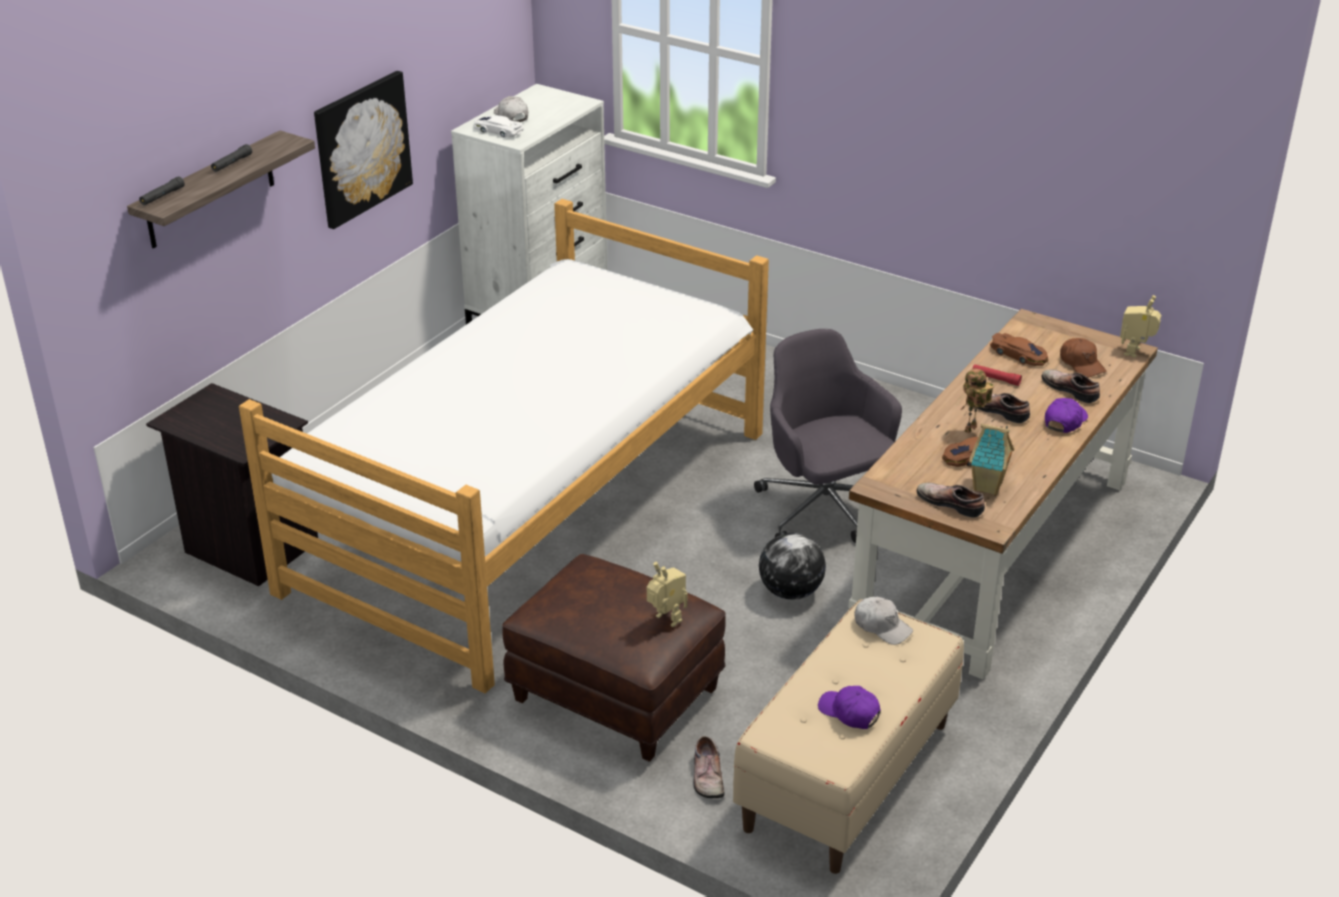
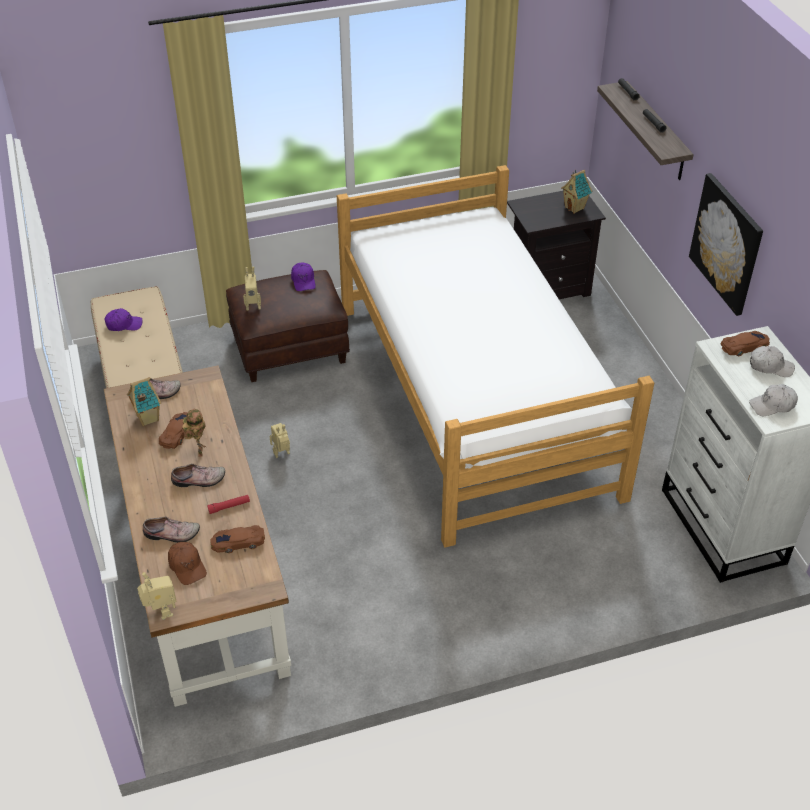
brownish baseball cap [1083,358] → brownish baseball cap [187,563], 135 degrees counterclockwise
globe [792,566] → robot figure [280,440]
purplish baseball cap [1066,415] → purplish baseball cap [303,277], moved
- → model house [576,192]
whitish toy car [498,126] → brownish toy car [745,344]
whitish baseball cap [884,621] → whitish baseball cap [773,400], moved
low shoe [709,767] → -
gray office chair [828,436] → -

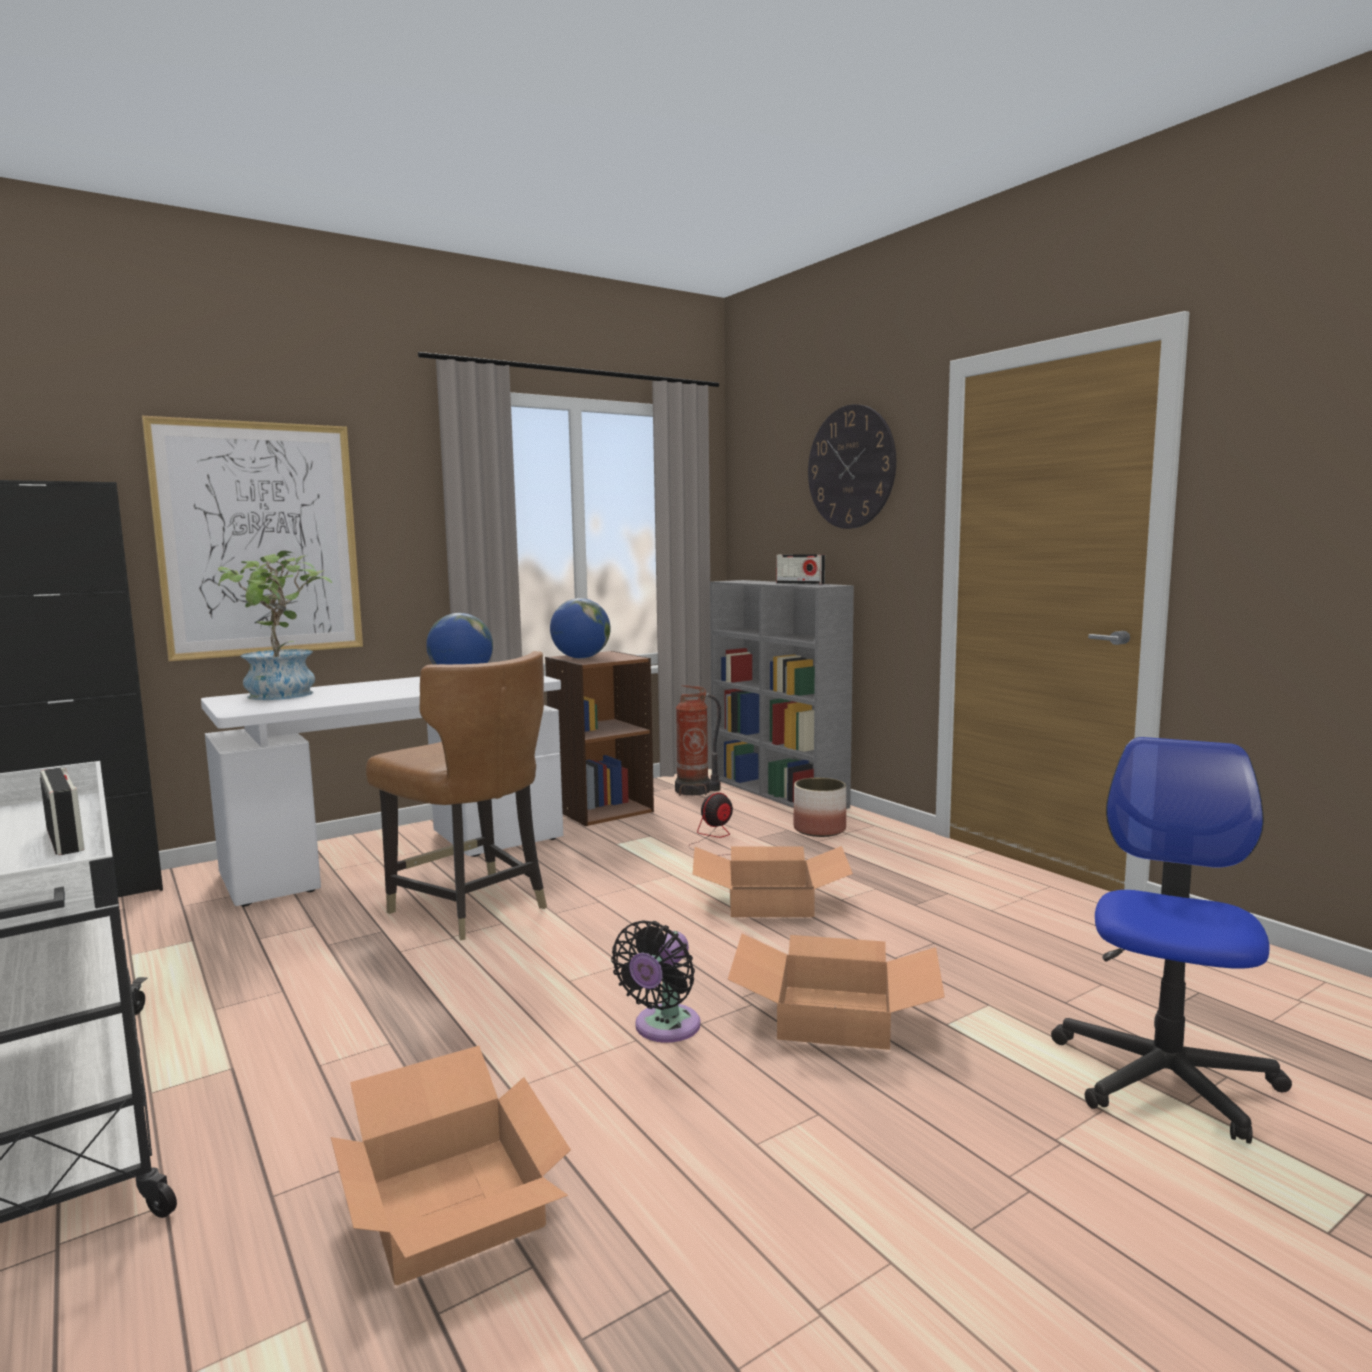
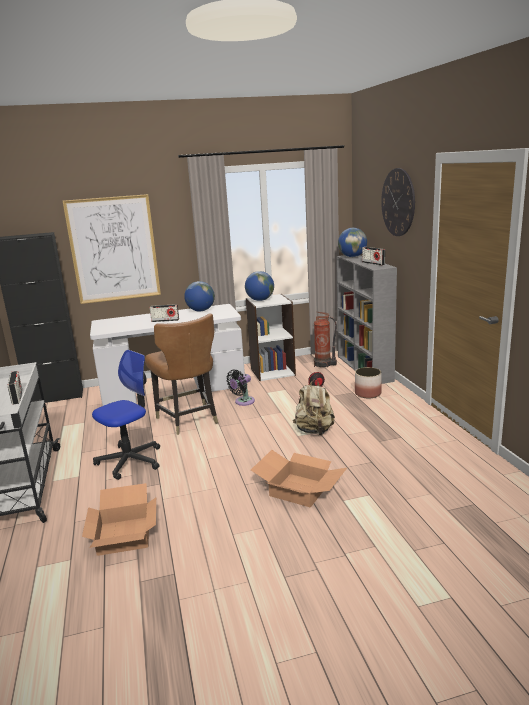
office chair [1171,940] → office chair [126,415], moved
- → radio [164,313]
blackish fan [656,981] → blackish fan [240,388], moved
brownish shelving unit [599,738] → whitish shelving unit [271,337]
carton [773,881] → beige-coloured knapsack [314,407]
- → globe [352,242]
houseplant [275,625] → -

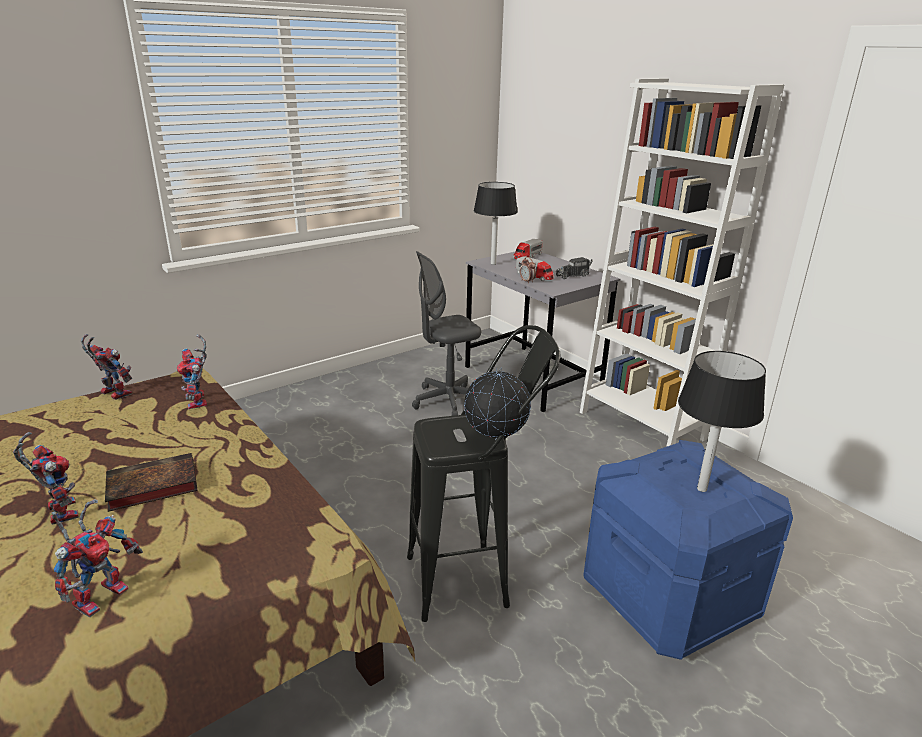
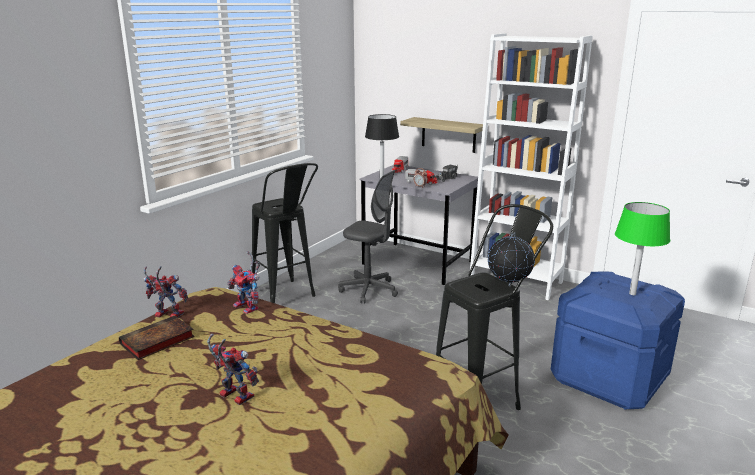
volume [151,482] → volume [157,337], moved
- → blackish sitting stool [284,233]
gray office chair [446,333] → gray office chair [368,237], 105 degrees counterclockwise
- → shelf [441,135]
blackish tabletop lamp [722,421] → green-coloured tabletop lamp [642,248]
robot figure [97,558] → -

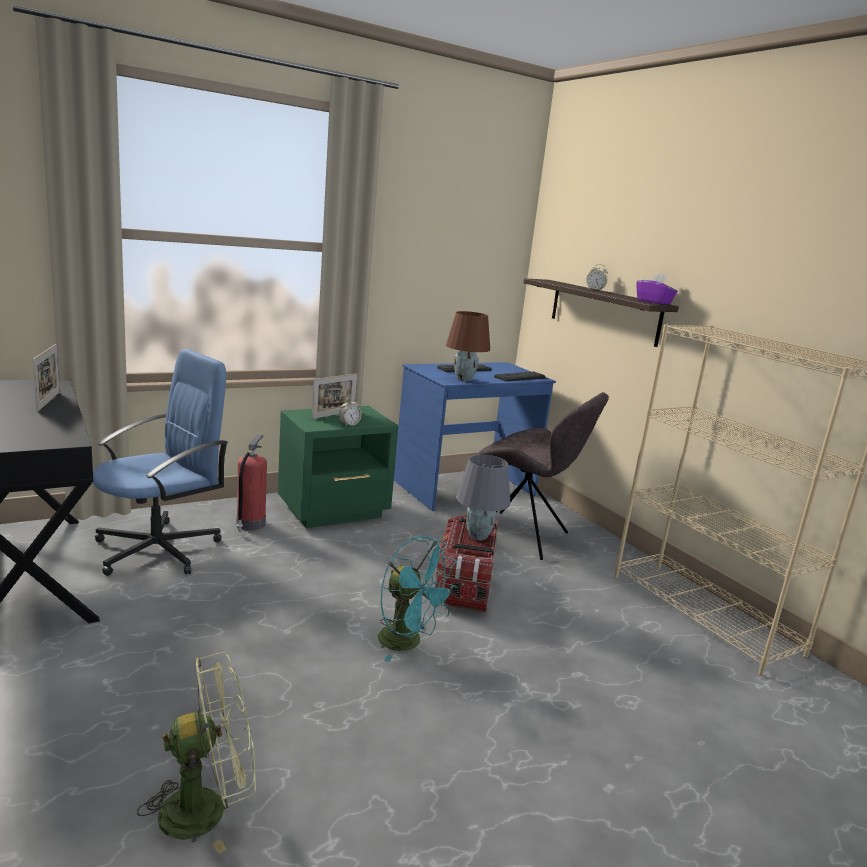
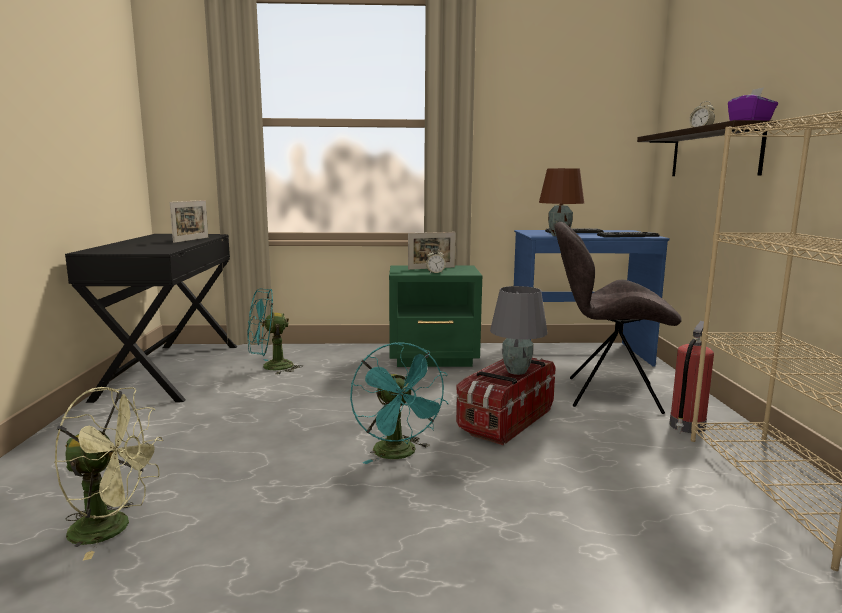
blue office chair [160,462] → blue-green fan [275,332]
gray chair [543,476] → gray chair [618,318], 135 degrees clockwise
fire extinguisher [251,483] → fire extinguisher [691,377], moved

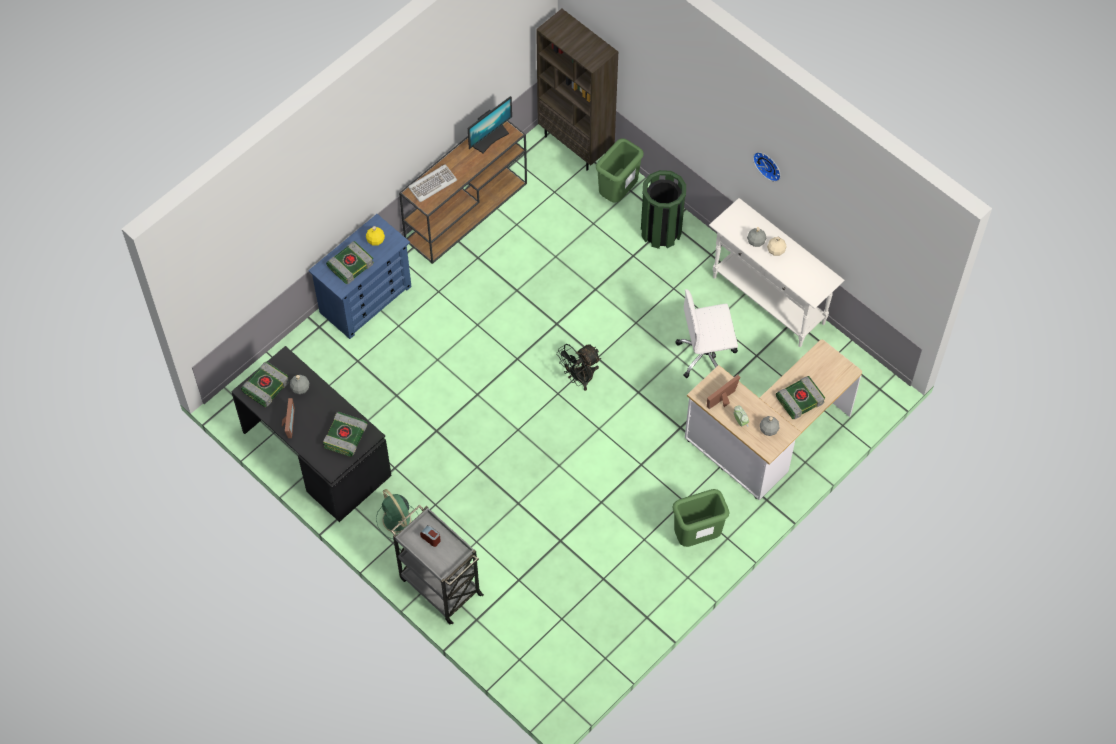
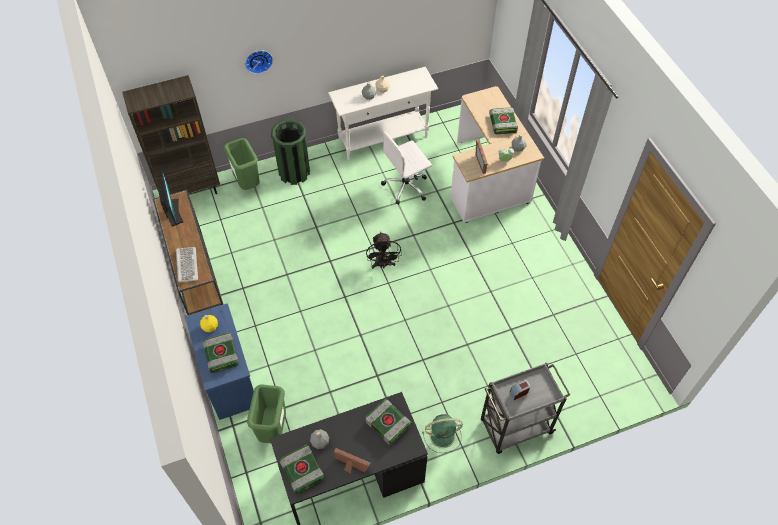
wall clock [767,167] → wall clock [259,62], moved
green-coloured rubbish bin [700,518] → green-coloured rubbish bin [266,414], moved
whitish office chair [707,333] → whitish office chair [406,168], 45 degrees clockwise

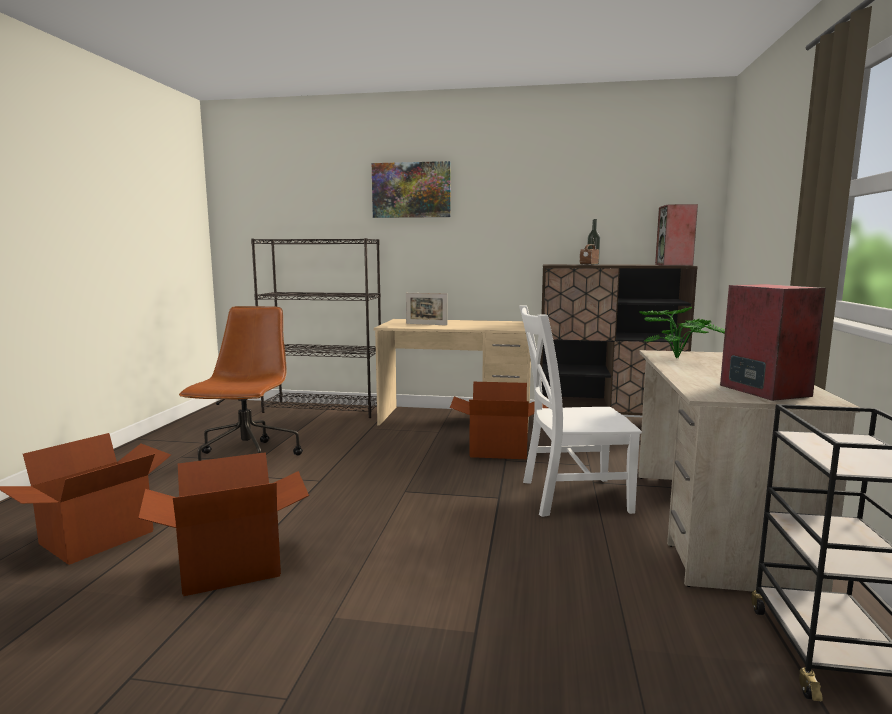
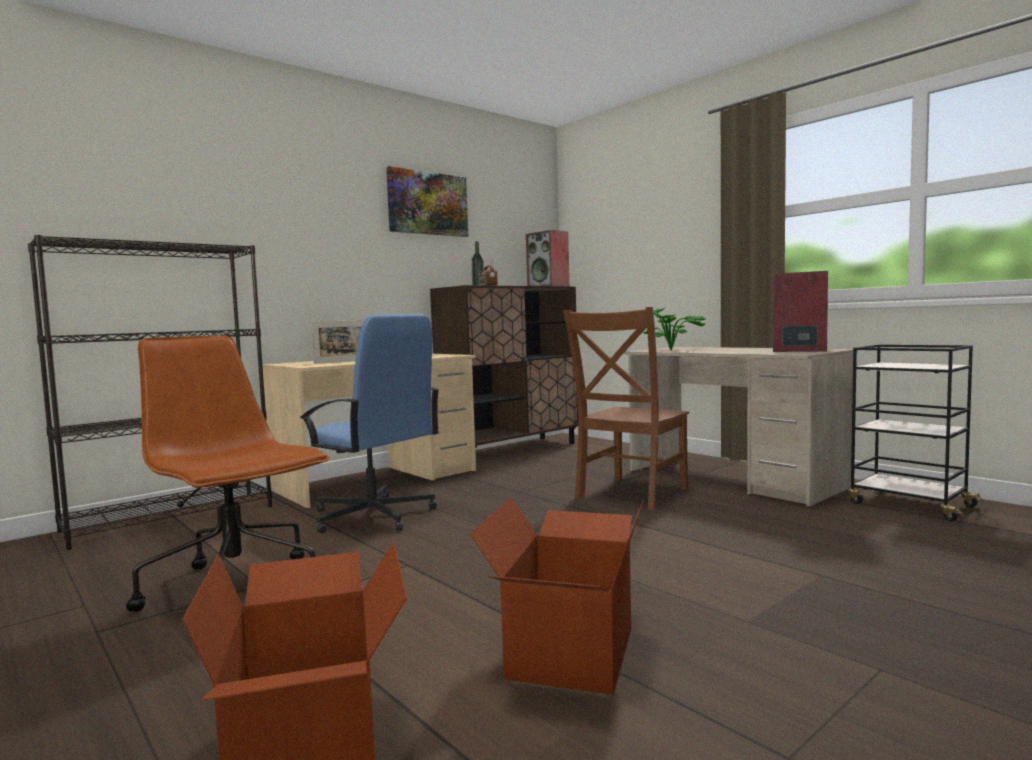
- → blue office chair [370,423]
wall picture [411,189] → wall picture [427,201], moved
whitish chair [580,411] → brownish chair [626,408]
carton [499,420] → -

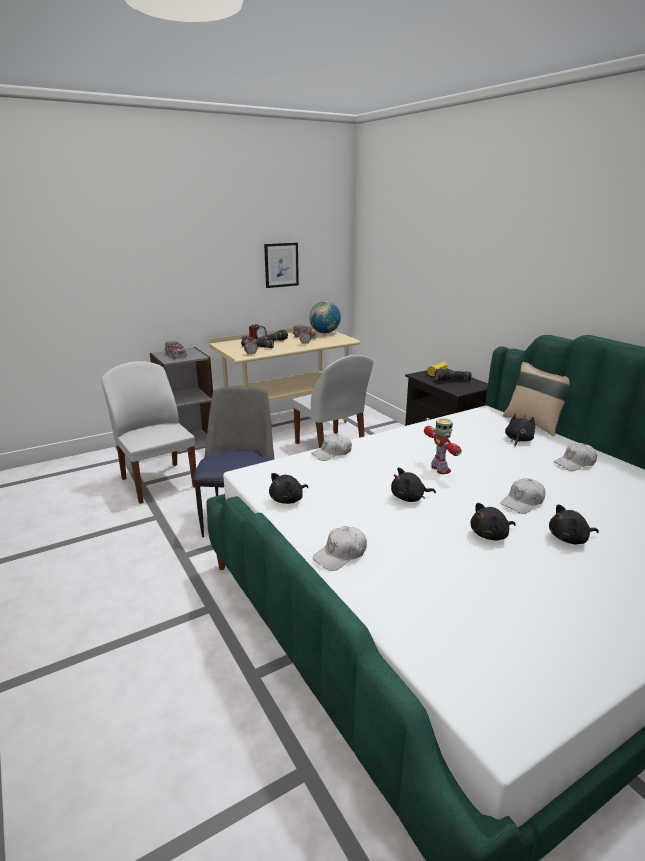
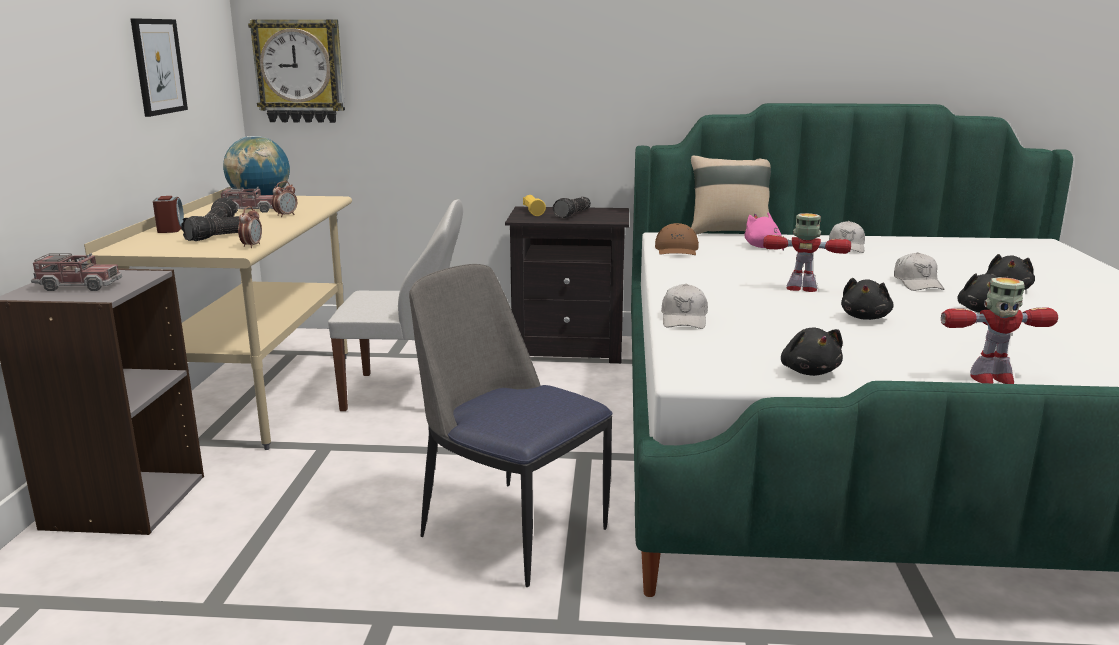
- → wall clock [296,71]
- → brownish baseball cap [677,239]
blackish soft toy [520,430] → pink-coloured soft toy [764,231]
whitish baseball cap [340,548] → robot figure [999,330]
whitish chair [148,432] → -

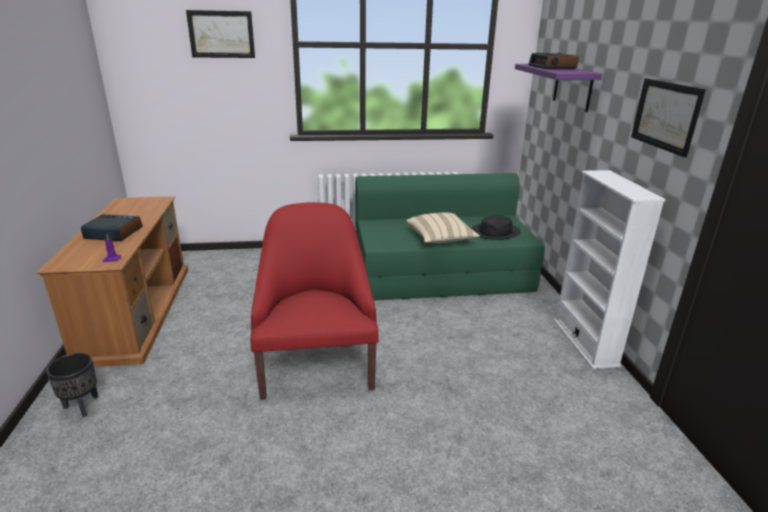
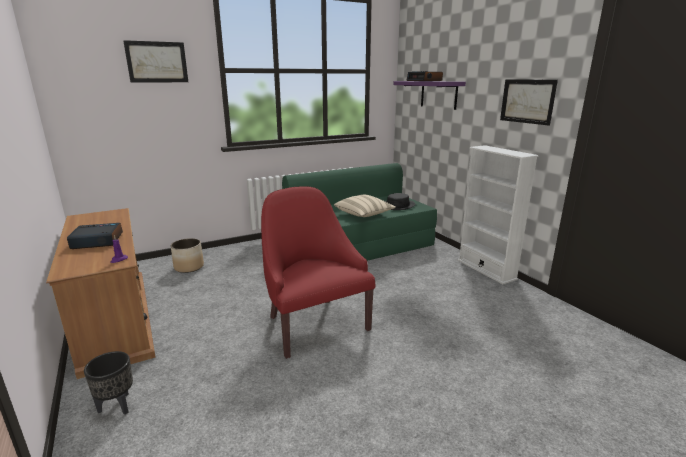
- → plant pot [187,255]

